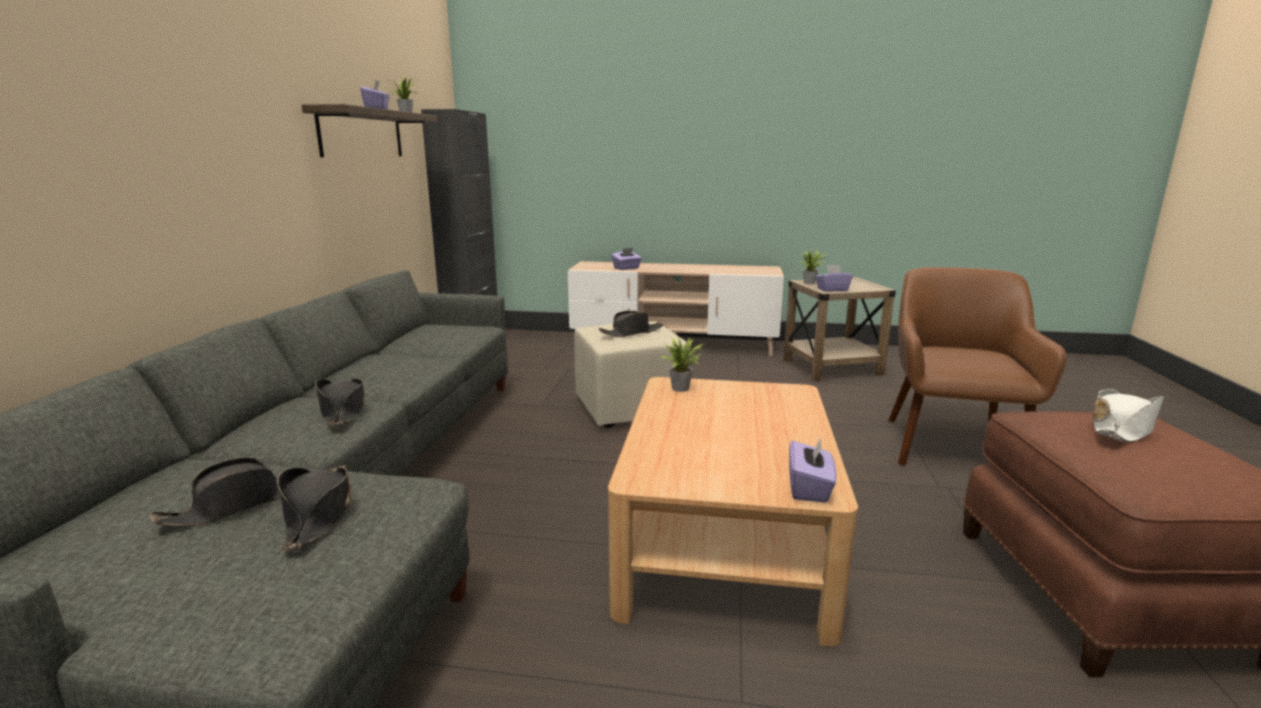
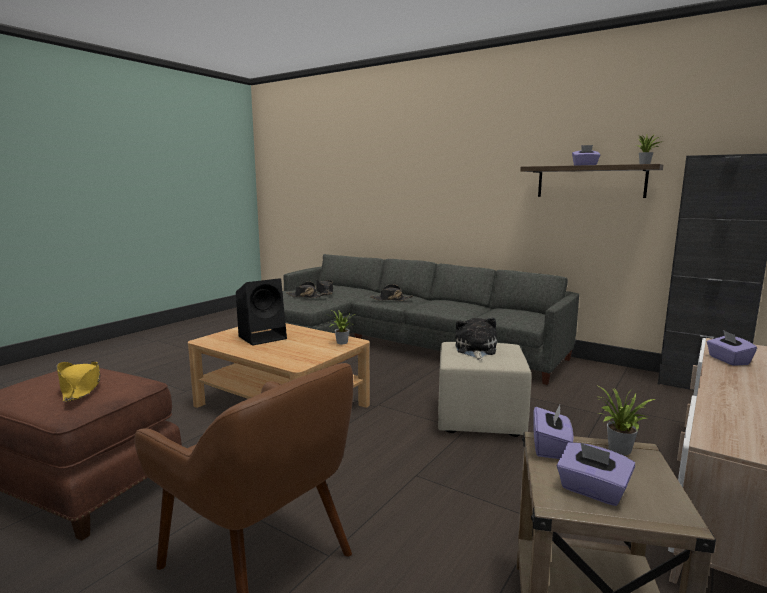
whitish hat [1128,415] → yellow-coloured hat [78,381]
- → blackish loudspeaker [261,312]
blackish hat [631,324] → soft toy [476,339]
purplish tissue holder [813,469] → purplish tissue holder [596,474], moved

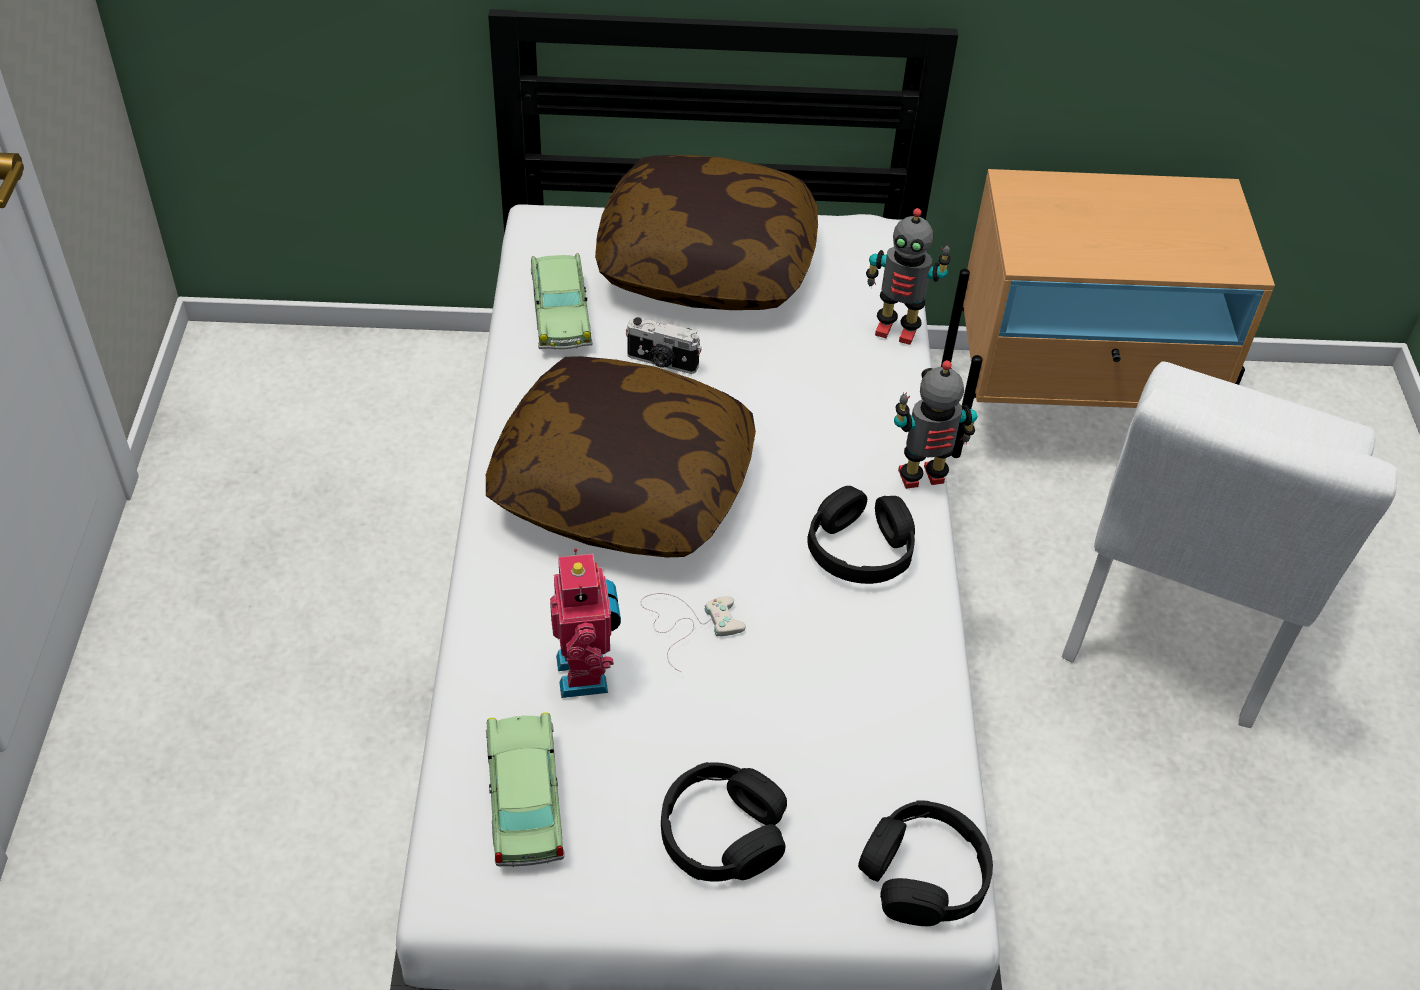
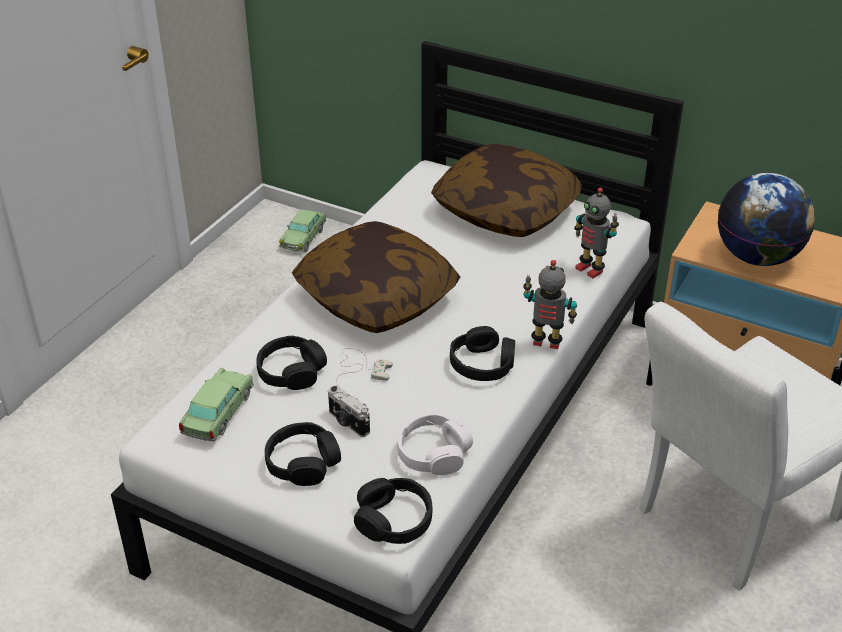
robot figure [585,623] → blackish pair of headphones [291,363]
toy car [562,301] → toy car [302,230], moved
photo camera [664,345] → photo camera [349,411], moved
- → whitish pair of headphones [435,444]
- → globe [766,219]

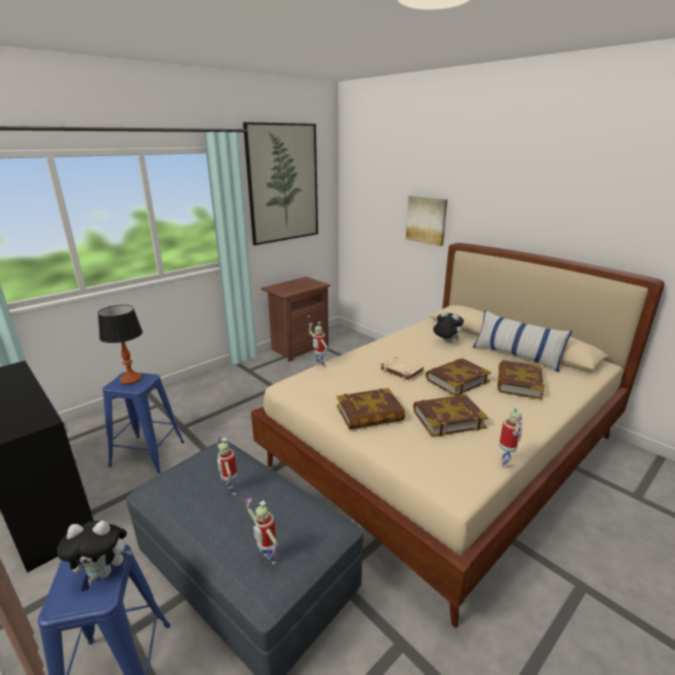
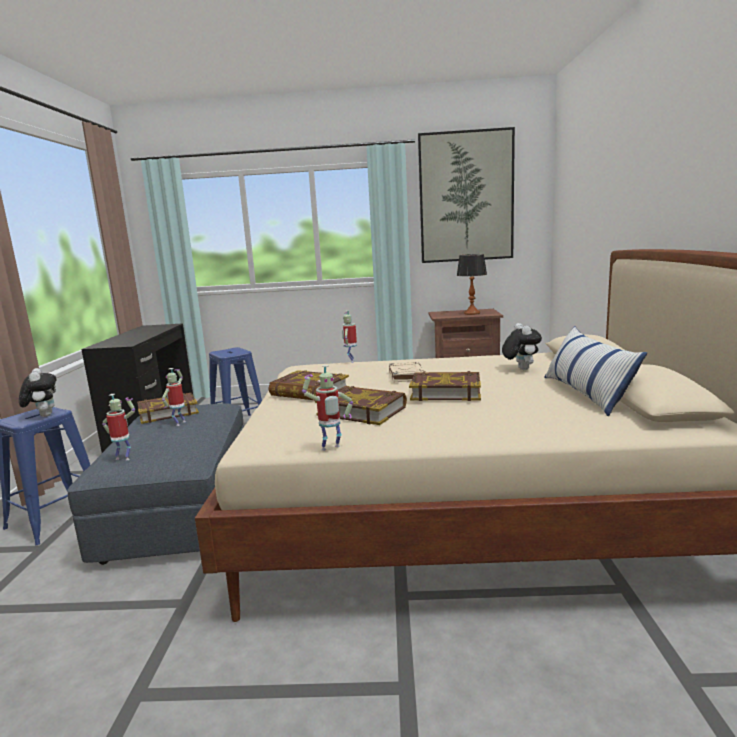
soft toy [95,550] → soft toy [37,392], 150 degrees counterclockwise
robot figure [261,531] → robot figure [118,427], 105 degrees clockwise
volume [520,380] → volume [168,408], moved
tabletop lamp [120,344] → tabletop lamp [472,284], moved
wall picture [427,220] → -

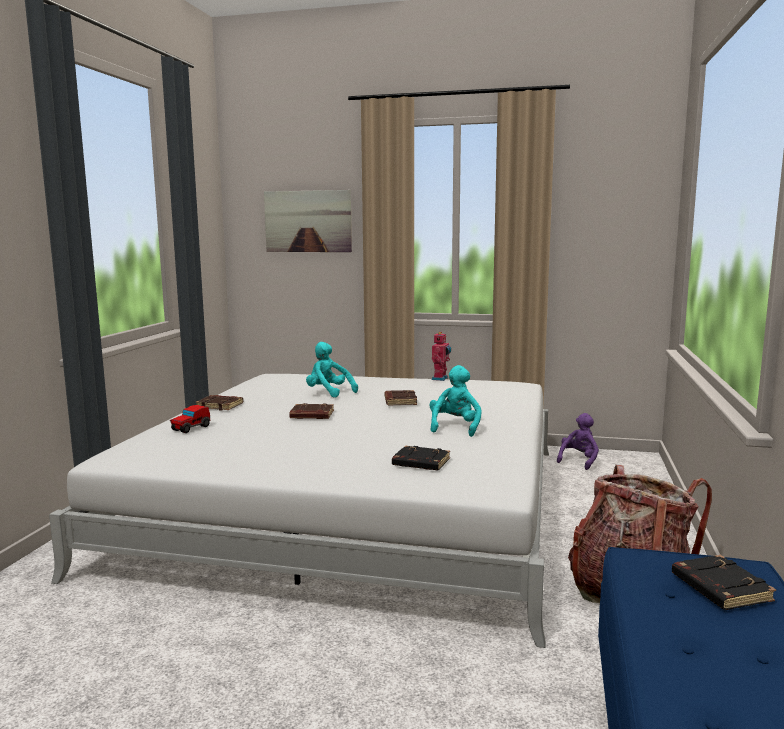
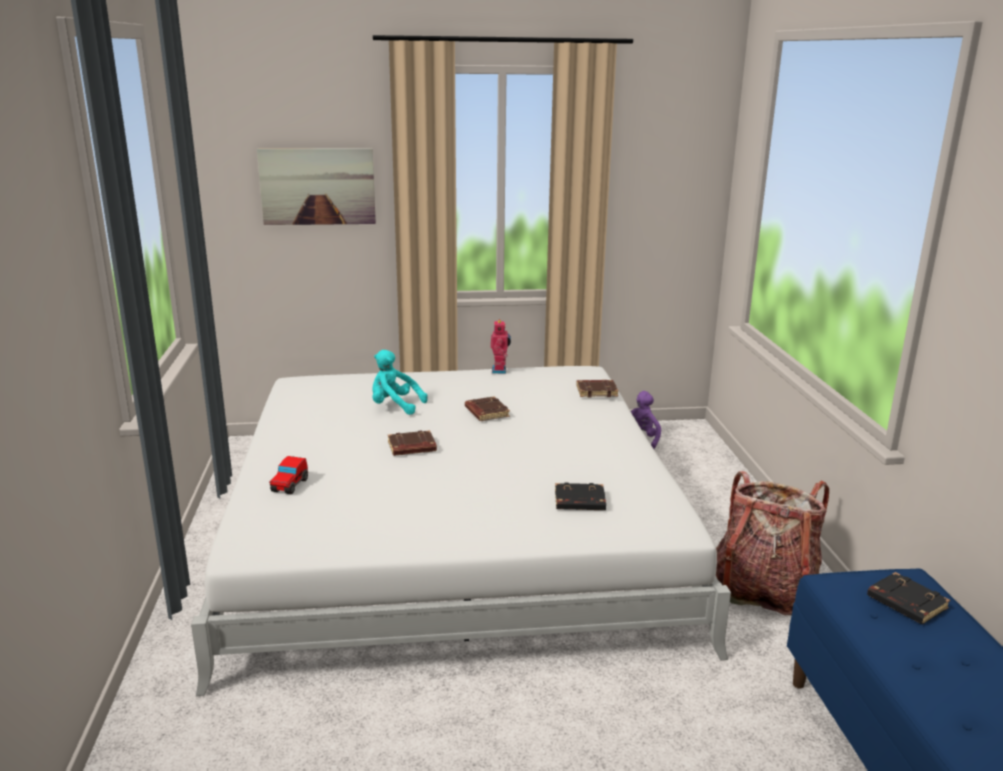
brownish volume [219,403] → brownish volume [597,389], moved
blue-green soft toy [455,401] → -

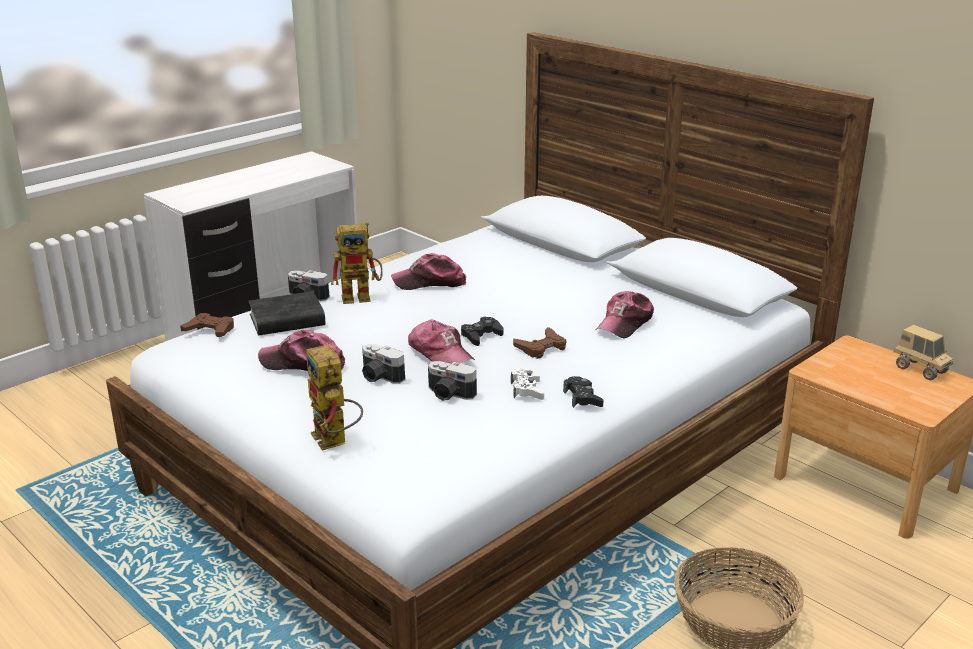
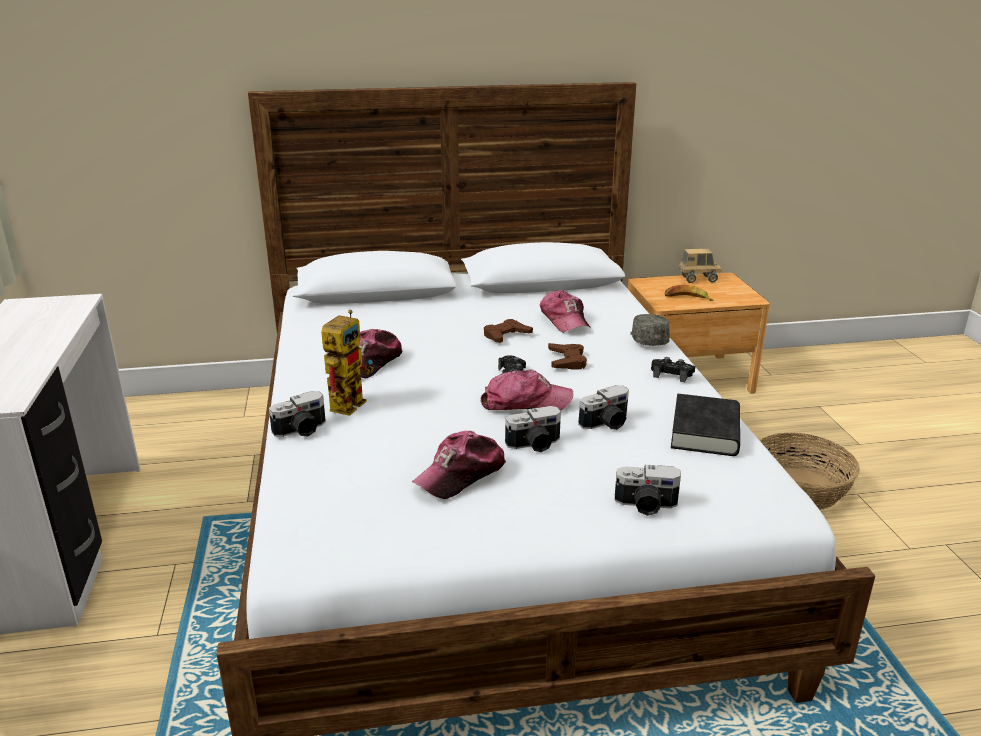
brownish joypad [207,325] → brownish joypad [508,331], moved
robot figure [334,397] → photo camera [648,490]
- → gray baseball cap [650,330]
- → banana [689,293]
blackish volume [286,313] → blackish volume [705,425], moved
whitish joypad [527,384] → -

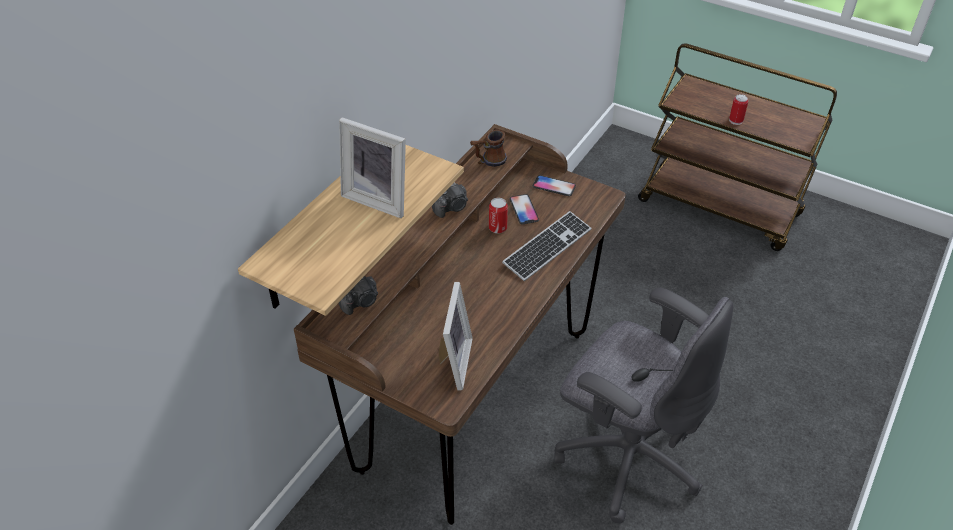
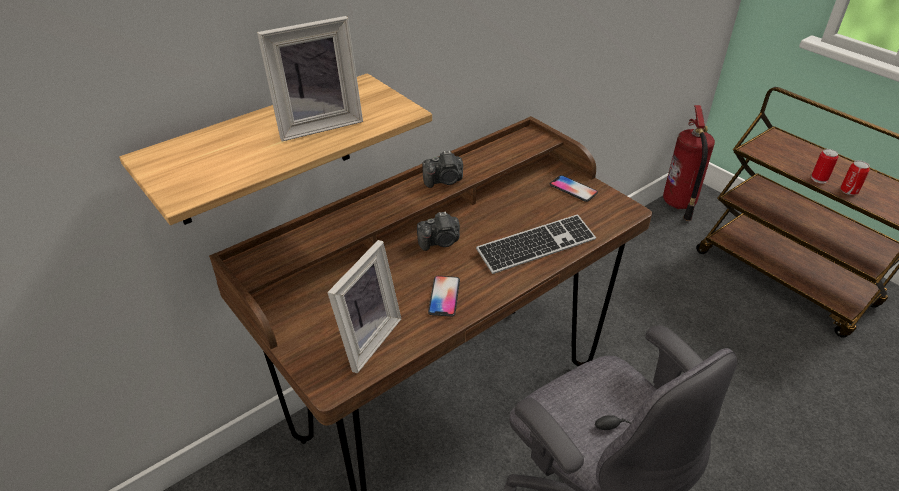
standing frame [372,167] → standing frame [310,79], 75 degrees counterclockwise
photo camera [358,295] → photo camera [438,231], moved
telephone [524,209] → telephone [444,296], moved
- → fire extinguisher [689,163]
sealed can [498,215] → sealed can [855,177], moved
coffee mug [488,148] → -

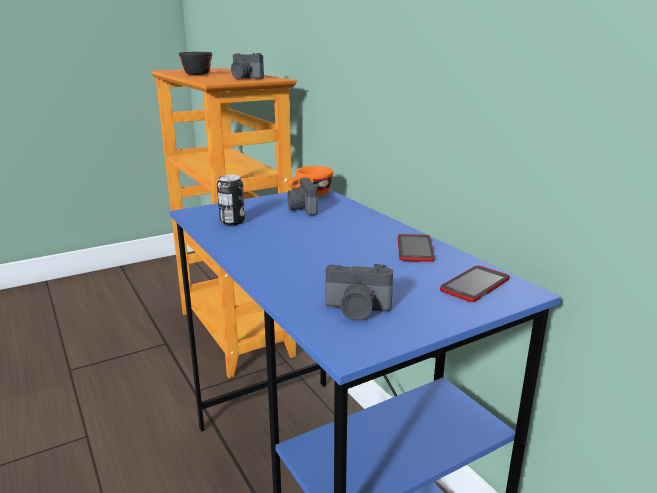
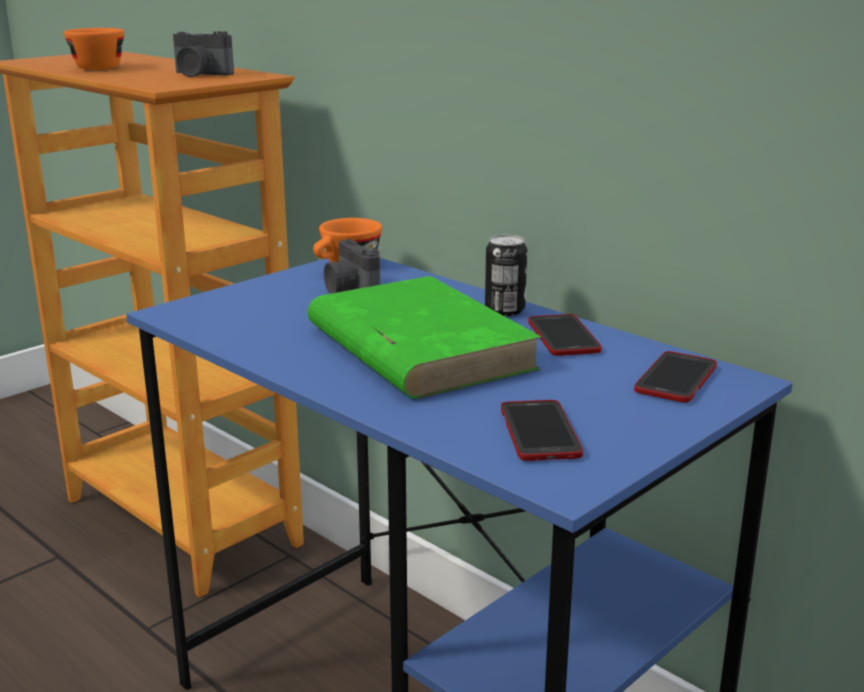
blackish small cup [195,63] → orange-coloured small cup [94,49]
- → green-coloured volume [425,337]
sealed can [231,200] → sealed can [506,275], moved
photo camera [359,292] → telephone [542,430]

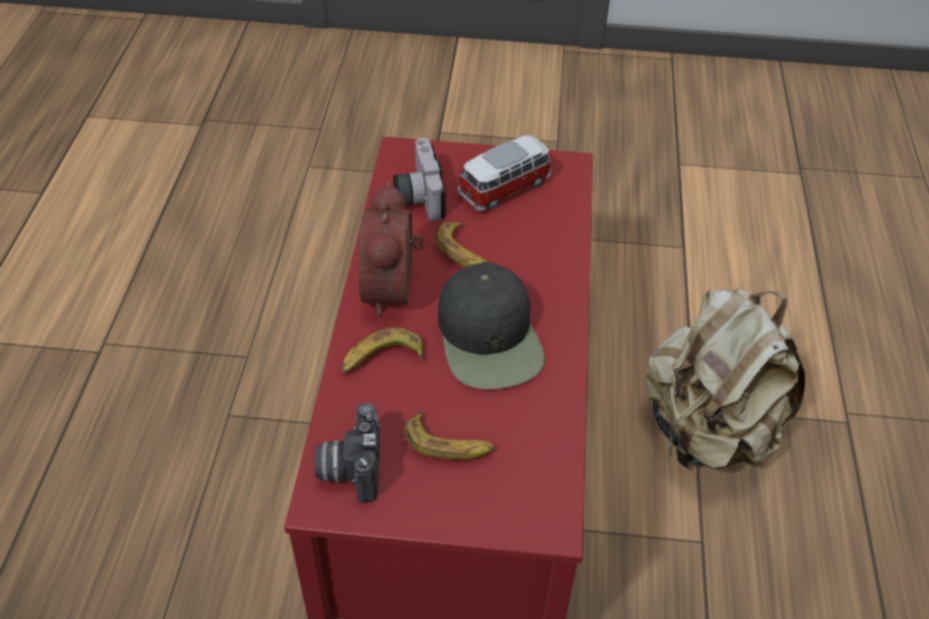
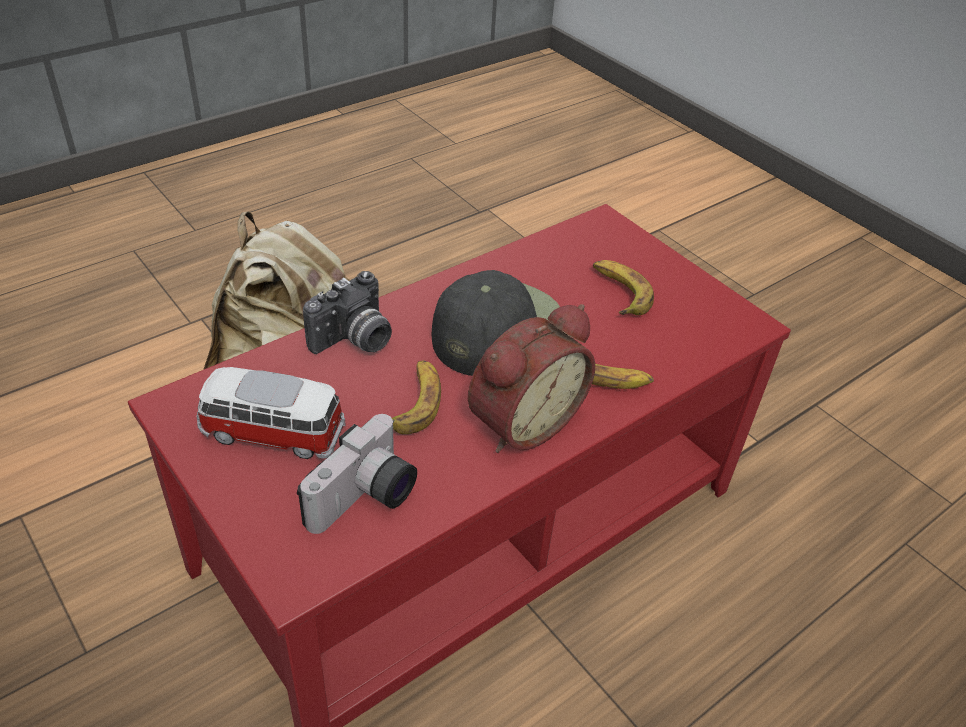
photo camera [348,453] → photo camera [347,312], moved

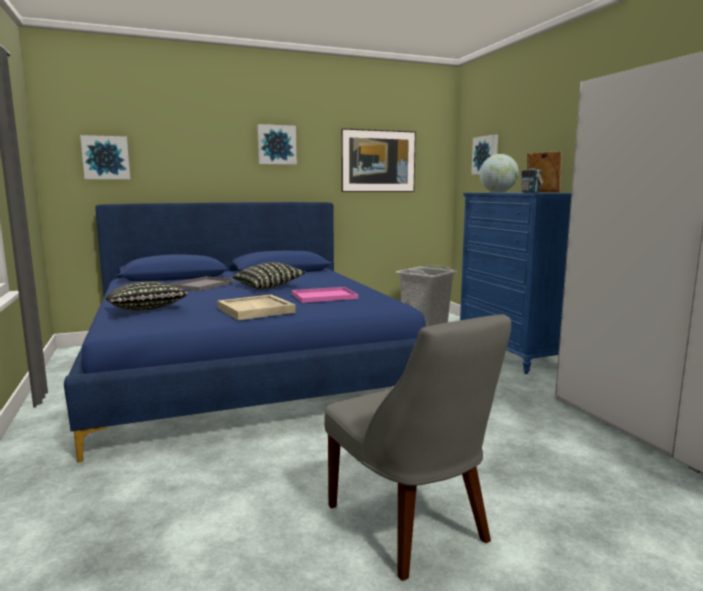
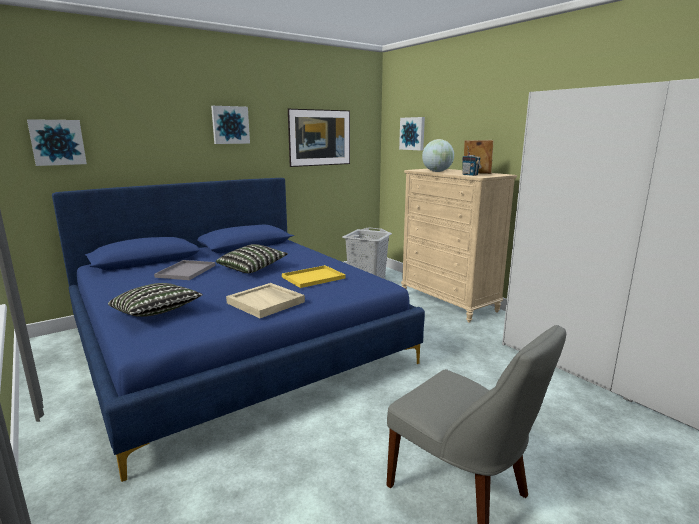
pink-coloured tray [325,295] → yellow-coloured tray [314,276]
blue chest of drawers [516,283] → beige-coloured chest of drawers [459,246]

